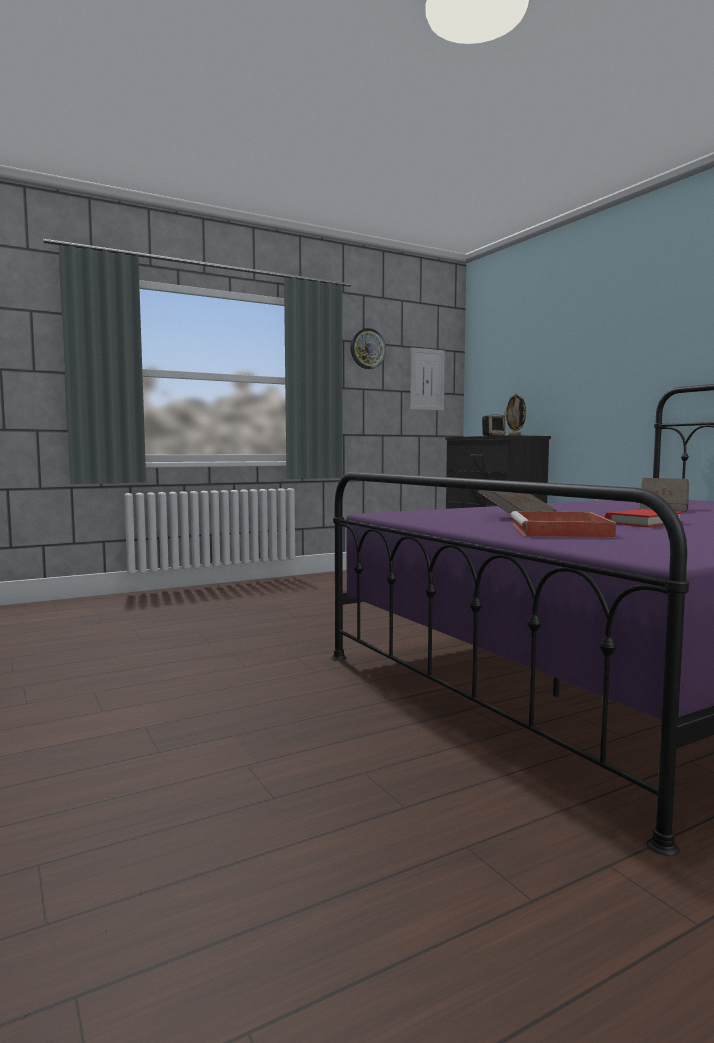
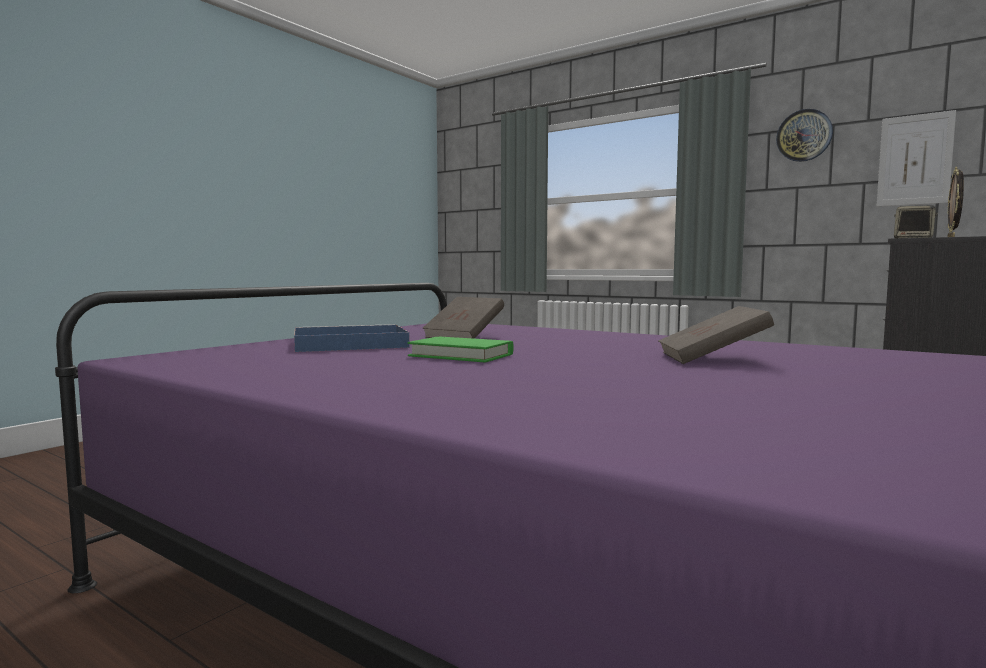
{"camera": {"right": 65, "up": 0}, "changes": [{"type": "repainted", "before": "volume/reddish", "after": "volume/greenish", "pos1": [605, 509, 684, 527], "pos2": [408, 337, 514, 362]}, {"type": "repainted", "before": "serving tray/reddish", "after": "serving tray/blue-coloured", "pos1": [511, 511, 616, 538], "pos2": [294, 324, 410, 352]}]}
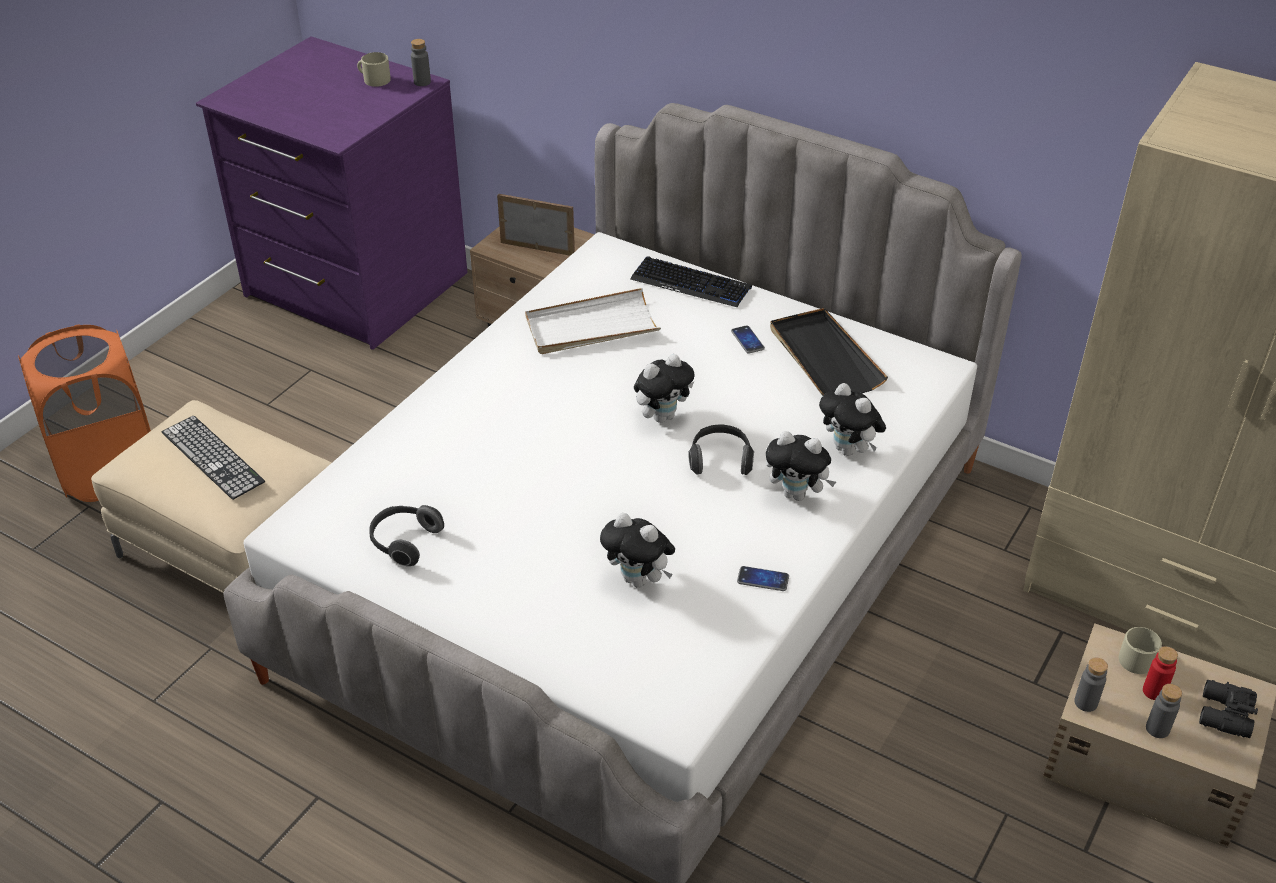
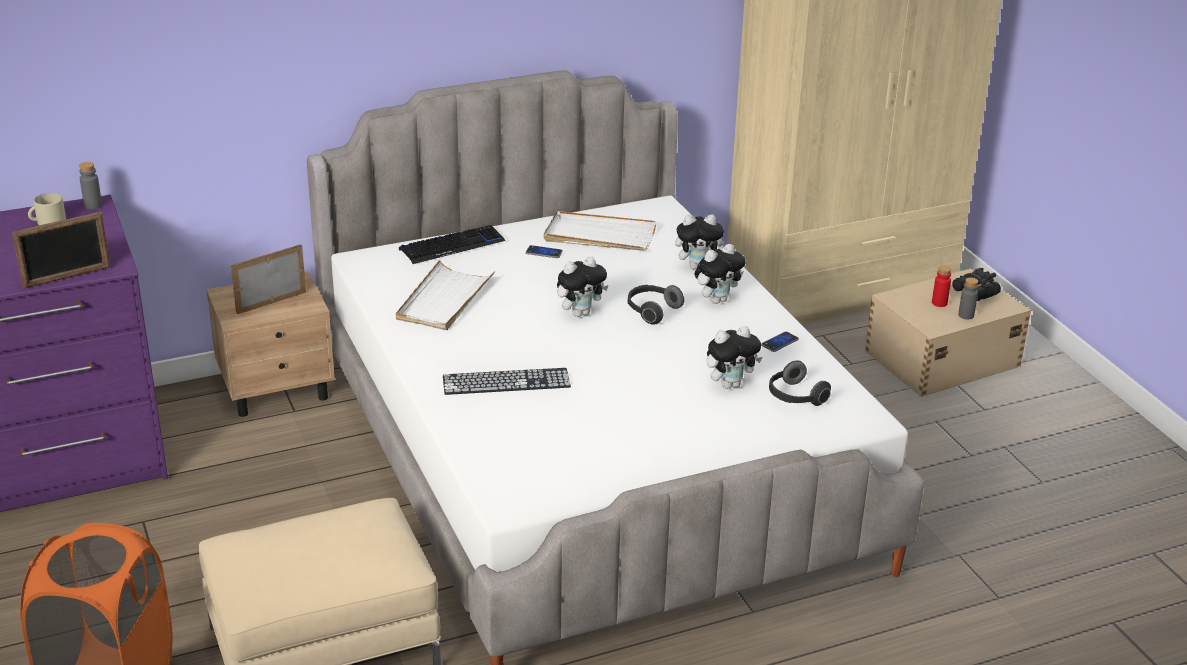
{"camera": {"right": -55, "up": -10}, "changes": [{"type": "repainted", "before": "serving tray/black", "after": "serving tray/whitish", "pos1": [770, 308, 888, 396], "pos2": [544, 211, 657, 251]}, {"type": "rotated", "before": "plush toy", "pos1": [634, 354, 694, 423], "pos2": [557, 256, 609, 317], "turn": 60}, {"type": "shifted", "before": "keyboard", "pos1": [162, 415, 265, 500], "pos2": [443, 368, 571, 395]}, {"type": "shifted", "before": "headphones", "pos1": [369, 505, 444, 566], "pos2": [769, 360, 831, 406]}, {"type": "gone", "before": "tea mug/sand-coloured", "pos1": [1119, 627, 1162, 674]}, {"type": "gone", "before": "bottle/greyish", "pos1": [1074, 658, 1108, 712]}, {"type": "new", "after": "standing frame", "pos2": [12, 212, 110, 289]}]}
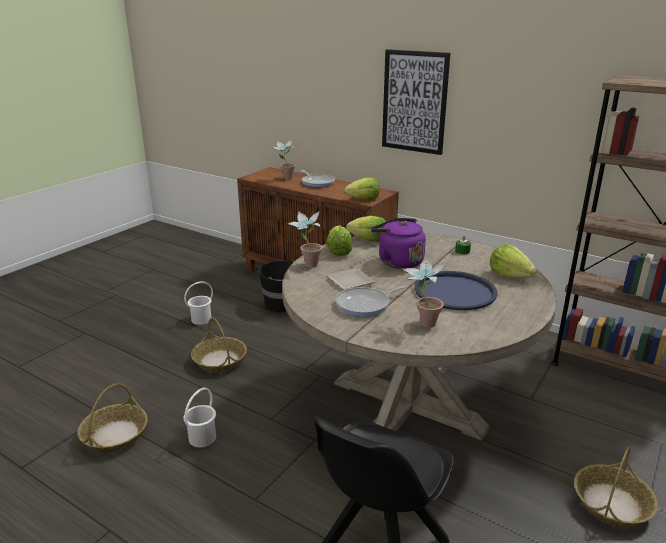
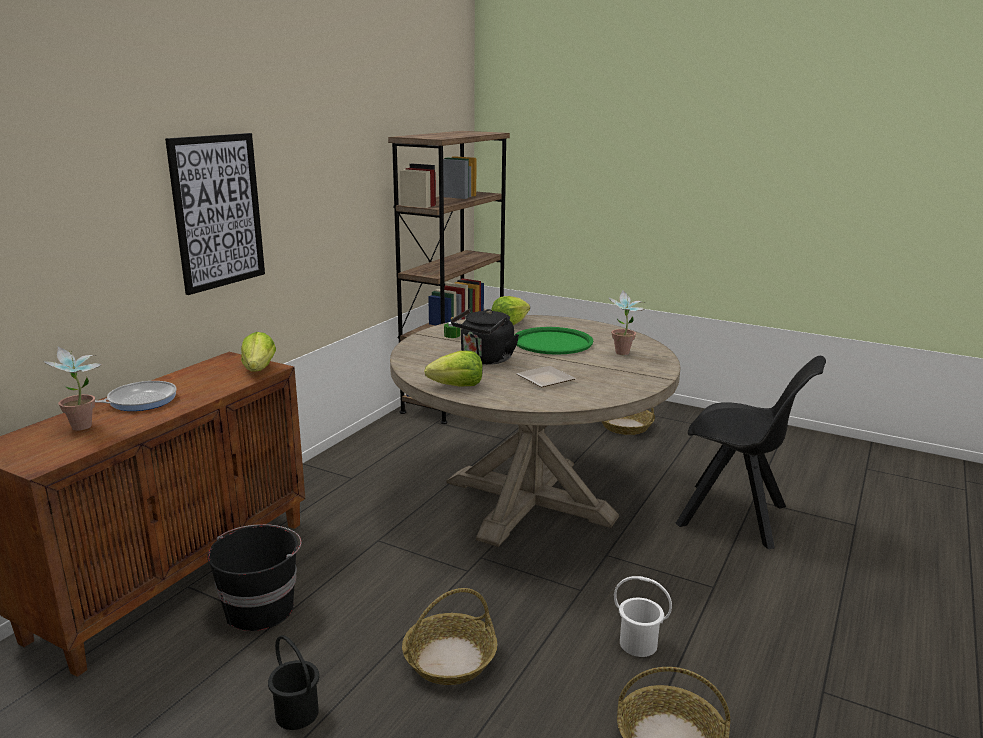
{"camera": {"right": -95, "up": -5}, "changes": [{"type": "gone", "before": "houseplant", "pos1": [288, 211, 322, 268]}, {"type": "gone", "before": "lettuce", "pos1": [346, 216, 386, 242]}, {"type": "repainted", "before": "kettle/purple", "after": "kettle/black", "pos1": [371, 218, 426, 269], "pos2": [451, 309, 519, 365]}, {"type": "repainted", "before": "serving tray/blue-coloured", "after": "serving tray/greenish", "pos1": [414, 271, 498, 310], "pos2": [514, 327, 593, 355]}, {"type": "repainted", "before": "water bucket/whitish", "after": "water bucket/black", "pos1": [184, 281, 213, 325], "pos2": [268, 635, 319, 730]}, {"type": "gone", "before": "skillet", "pos1": [336, 285, 408, 317]}]}
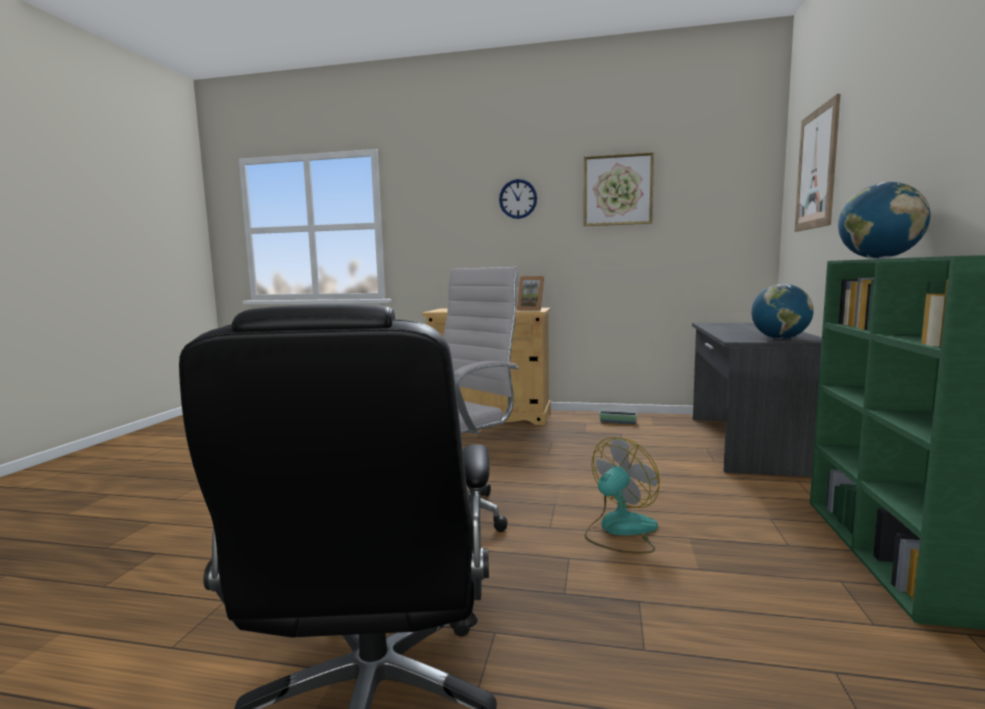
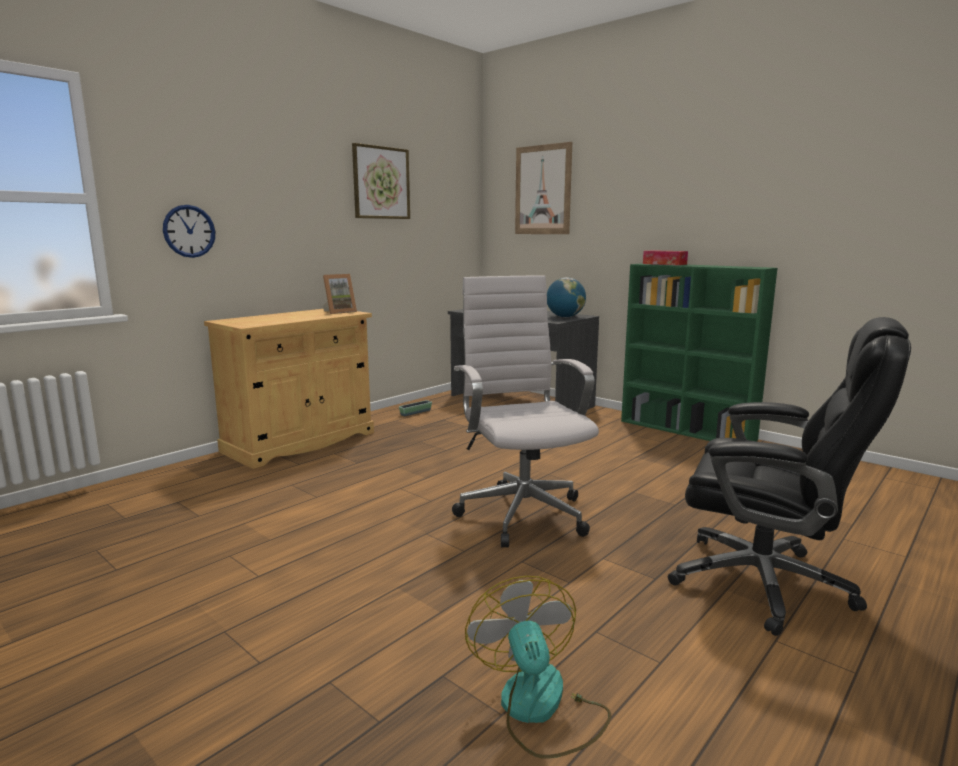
{"camera": {"right": -60, "up": 5}, "changes": [{"type": "shifted", "before": "wall clock", "pos1": [499, 179, 537, 219], "pos2": [163, 205, 216, 258]}, {"type": "swapped", "before": "world globe", "after": "box of tissues", "pos1": [838, 182, 930, 259], "pos2": [643, 250, 688, 265]}, {"type": "shifted", "before": "fan", "pos1": [585, 437, 660, 554], "pos2": [465, 576, 611, 759]}]}
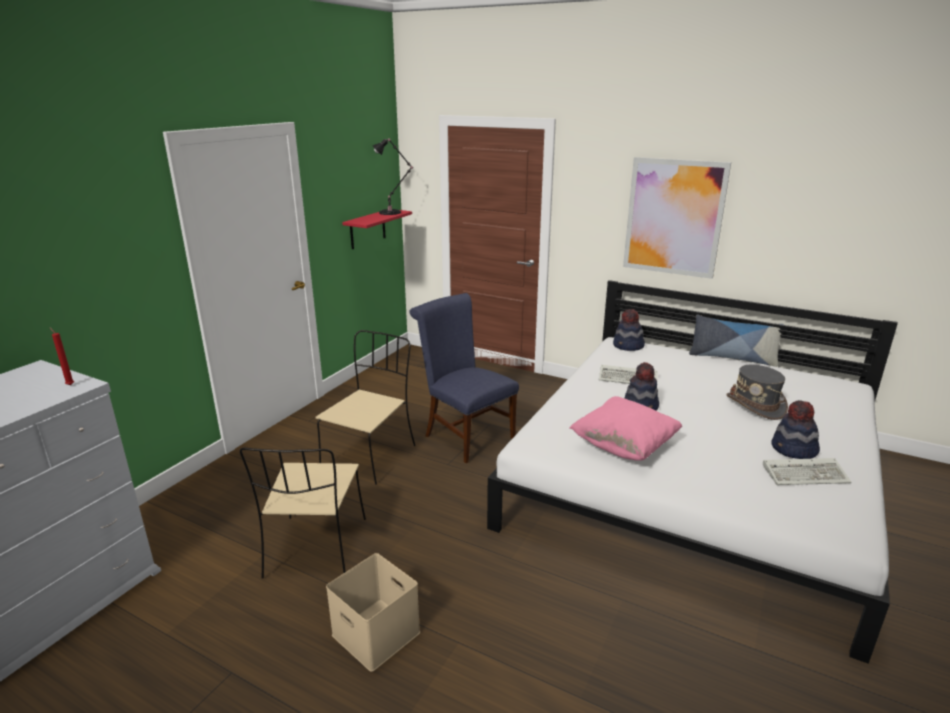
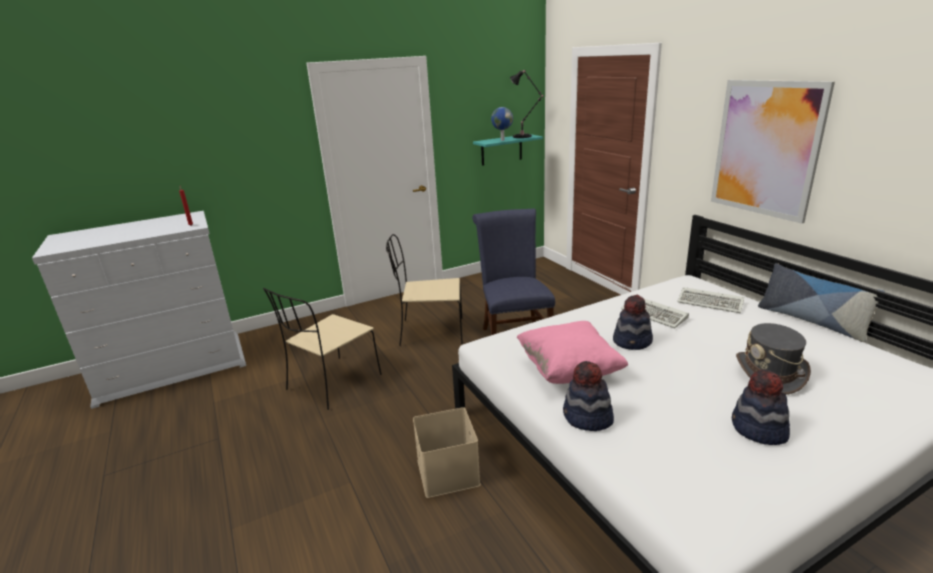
{"camera": {"right": 35, "up": 0}, "changes": [{"type": "repainted", "before": "bracket shelf/reddish", "after": "bracket shelf/turquoise", "pos1": [342, 210, 412, 249], "pos2": [473, 134, 543, 166]}, {"type": "shifted", "before": "hat", "pos1": [613, 309, 645, 351], "pos2": [563, 361, 614, 431]}, {"type": "rotated", "before": "plain chair/sand-coloured", "pos1": [316, 330, 415, 485], "pos2": [386, 234, 463, 346], "turn": -150}, {"type": "shifted", "before": "keyboard", "pos1": [763, 458, 851, 485], "pos2": [677, 287, 744, 313]}, {"type": "shifted", "before": "storage container/sand-coloured", "pos1": [326, 553, 420, 672], "pos2": [413, 407, 481, 498]}, {"type": "new", "after": "world globe", "pos2": [491, 107, 513, 141]}]}
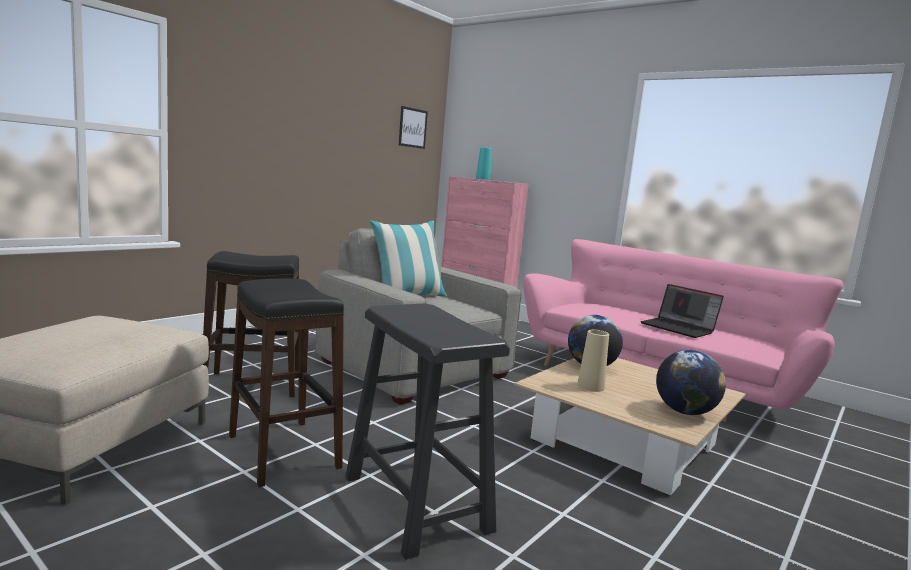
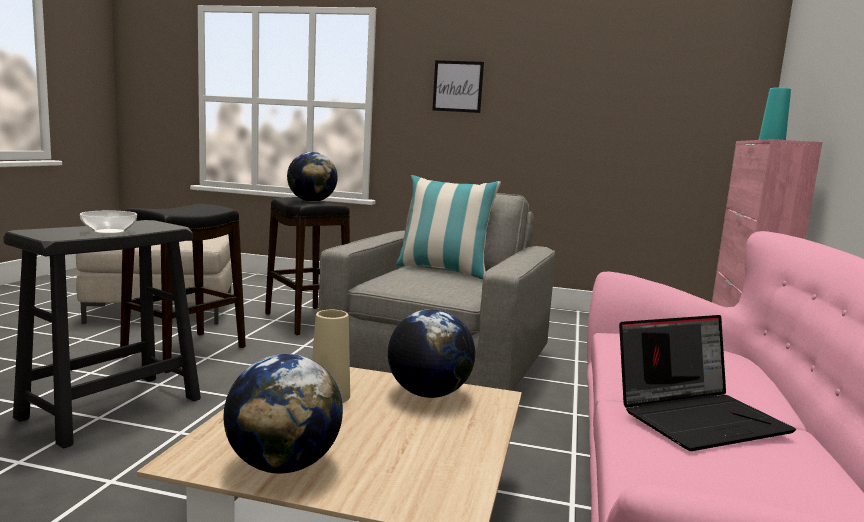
{"camera": {"right": 65, "up": 0}, "changes": [{"type": "shifted", "before": "wall picture", "pos1": [399, 106, 428, 149], "pos2": [432, 60, 484, 113]}, {"type": "rotated", "before": "notebook computer", "pos1": [640, 284, 724, 338], "pos2": [619, 315, 796, 451], "turn": -135}, {"type": "new", "after": "world globe", "pos2": [287, 152, 338, 202]}, {"type": "new", "after": "deep dish", "pos2": [80, 211, 137, 234]}]}
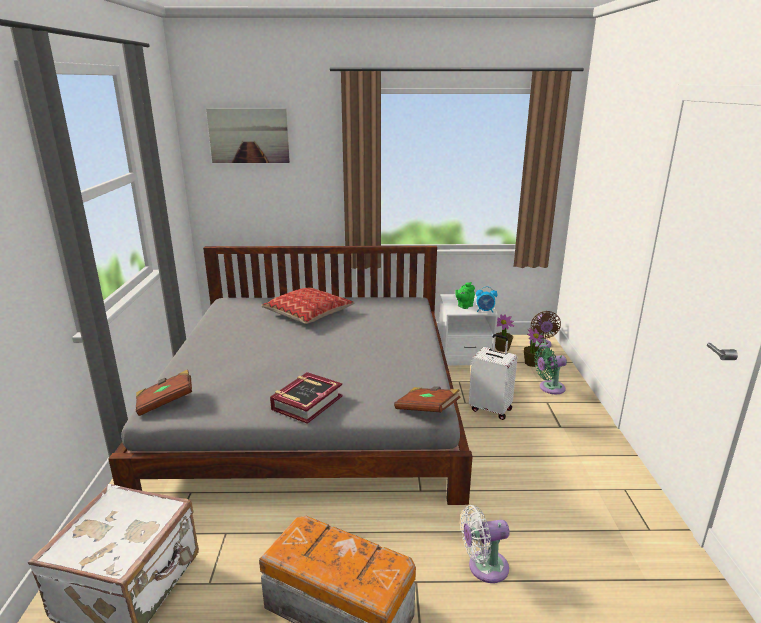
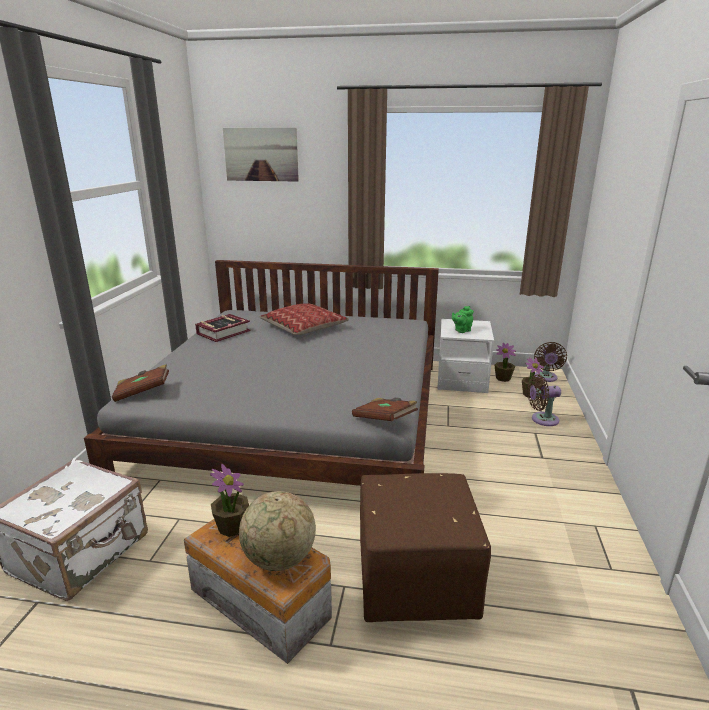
{"camera": {"right": 10, "up": 0}, "changes": [{"type": "gone", "before": "alarm clock", "pos1": [476, 286, 498, 312]}, {"type": "gone", "before": "piece of luggage/whitish", "pos1": [469, 334, 517, 420]}, {"type": "repainted", "before": "fan/greenish", "after": "fan/brown", "pos1": [534, 346, 567, 394], "pos2": [527, 375, 561, 426]}, {"type": "shifted", "before": "volume", "pos1": [270, 372, 343, 424], "pos2": [195, 314, 250, 342]}, {"type": "swapped", "before": "fan/whitish", "after": "footrest/brown", "pos1": [461, 505, 510, 583], "pos2": [360, 473, 491, 622]}, {"type": "new", "after": "houseplant", "pos2": [210, 464, 249, 537]}, {"type": "new", "after": "world globe", "pos2": [239, 491, 316, 571]}]}
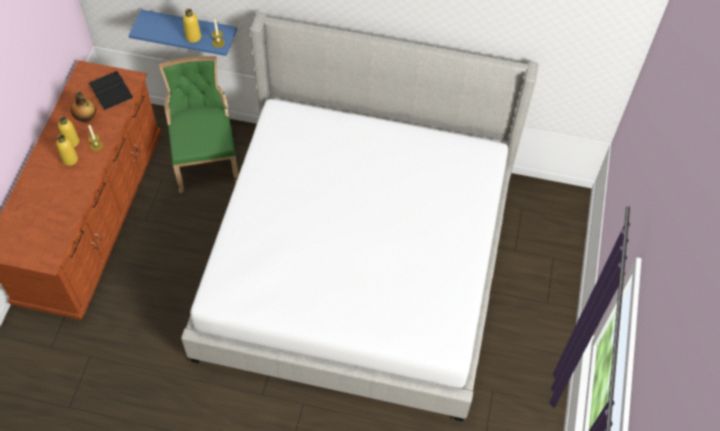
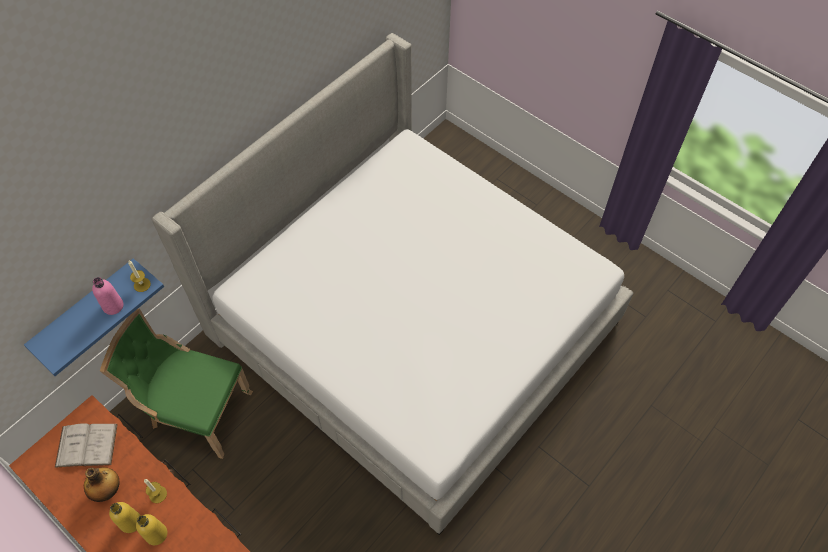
{"camera": {"right": -60, "up": 0}, "changes": [{"type": "repainted", "before": "bottle/yellowish", "after": "bottle/pinkish", "pos1": [183, 9, 201, 43], "pos2": [92, 277, 123, 315]}, {"type": "repainted", "before": "volume/black", "after": "volume/whitish", "pos1": [88, 71, 134, 110], "pos2": [55, 423, 118, 468]}]}
